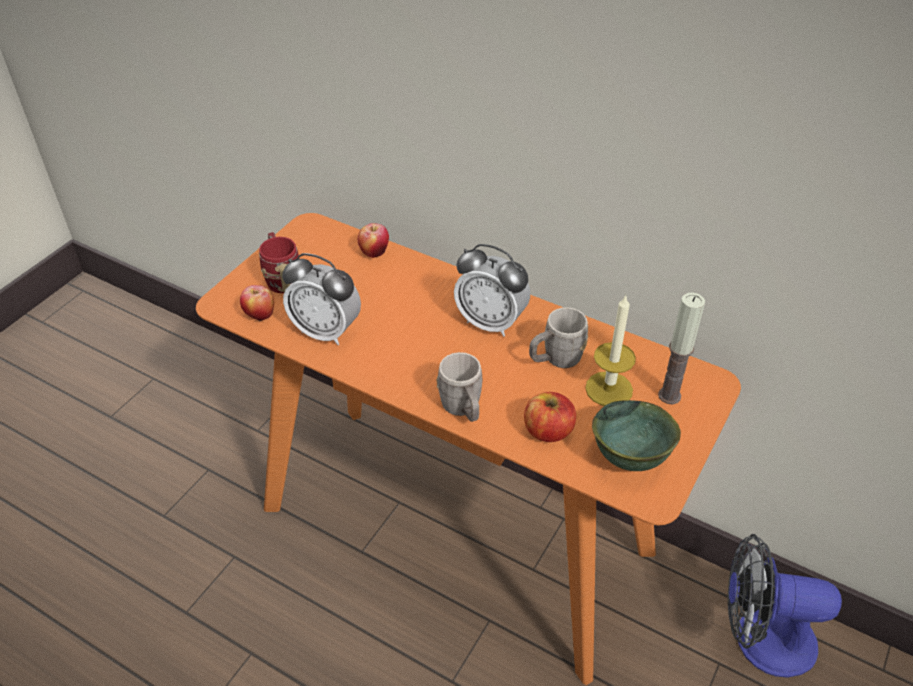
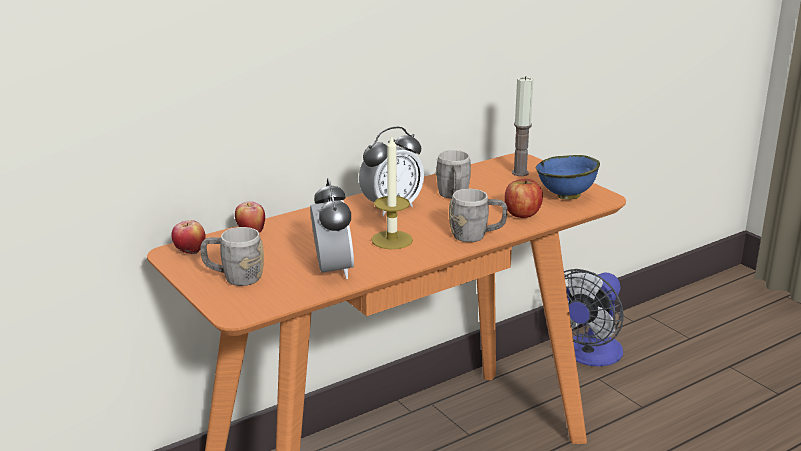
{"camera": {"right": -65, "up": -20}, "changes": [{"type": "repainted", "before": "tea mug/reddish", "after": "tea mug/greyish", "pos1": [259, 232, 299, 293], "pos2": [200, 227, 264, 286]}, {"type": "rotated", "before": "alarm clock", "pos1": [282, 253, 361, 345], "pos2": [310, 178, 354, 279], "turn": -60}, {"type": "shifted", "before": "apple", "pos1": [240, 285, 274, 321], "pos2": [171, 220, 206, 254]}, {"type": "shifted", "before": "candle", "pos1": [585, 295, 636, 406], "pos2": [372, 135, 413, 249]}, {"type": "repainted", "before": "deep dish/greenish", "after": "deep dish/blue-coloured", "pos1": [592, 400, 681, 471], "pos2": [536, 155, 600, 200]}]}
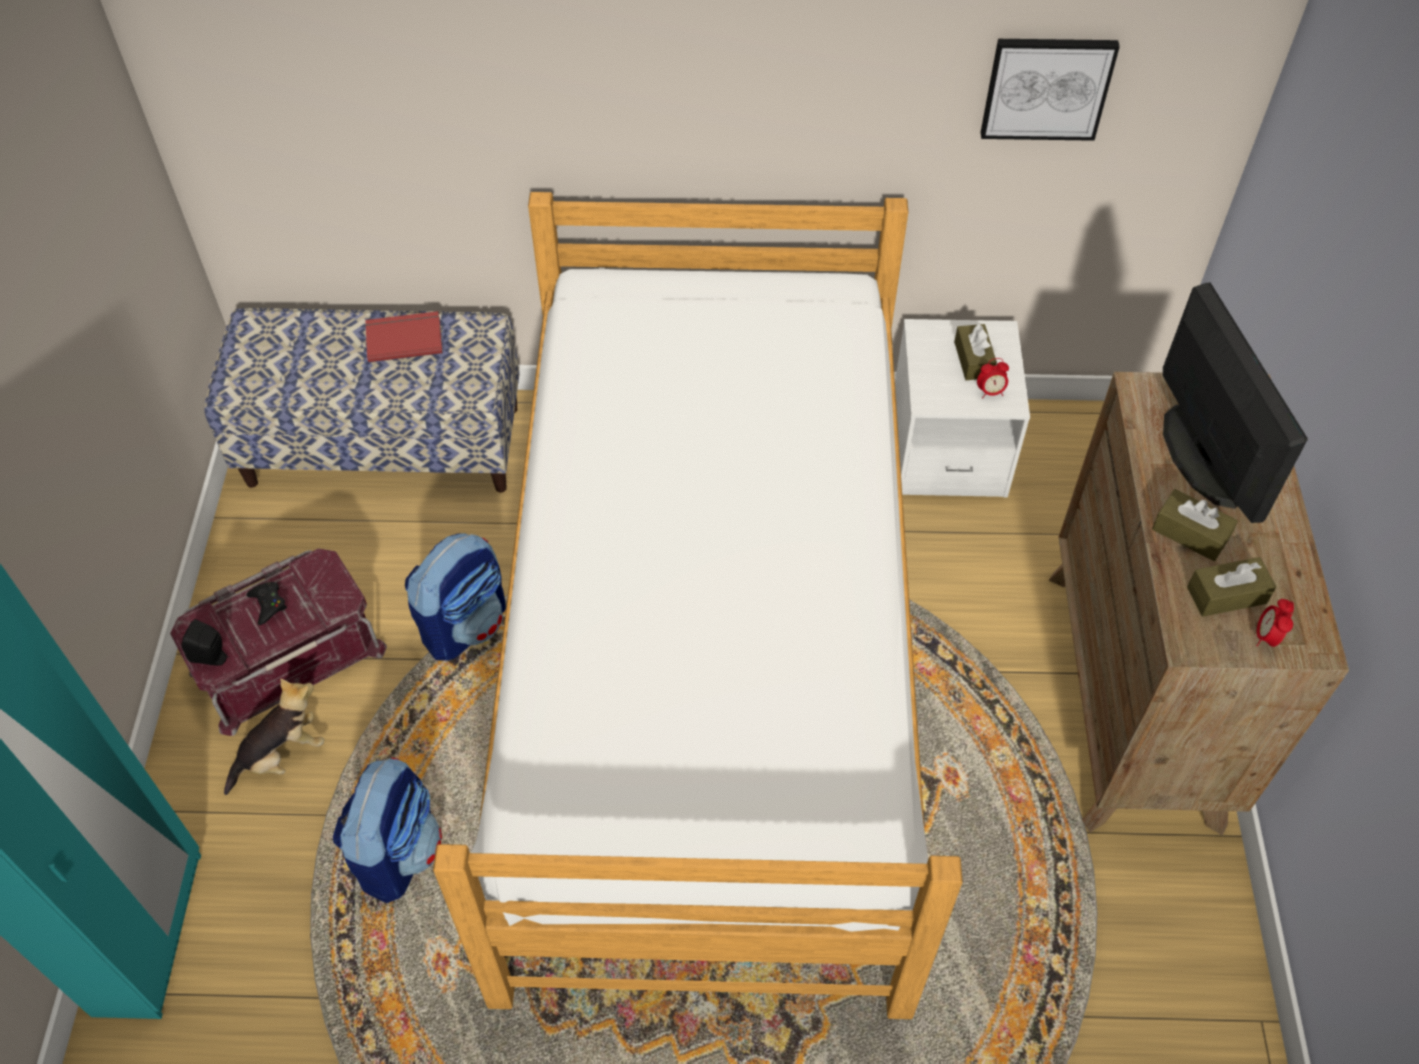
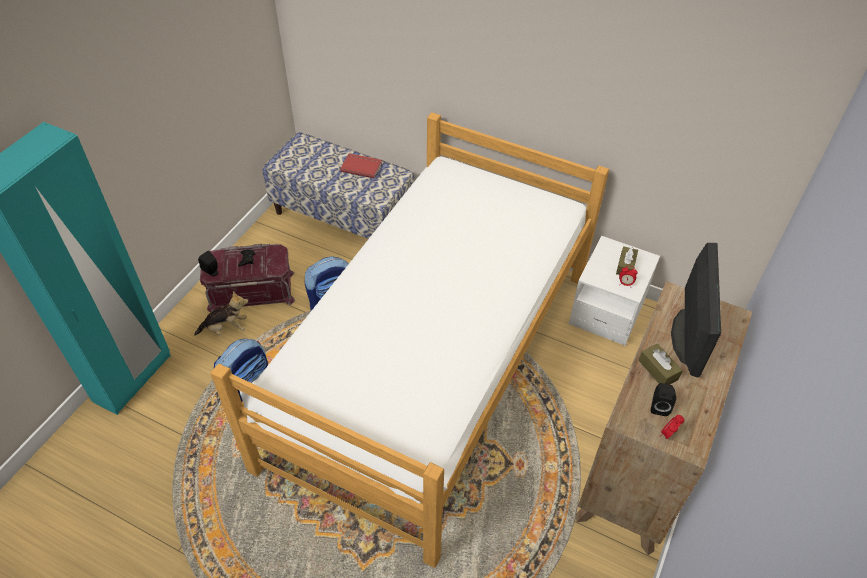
{"camera": {"right": 25, "up": -5}, "changes": [{"type": "gone", "before": "wall picture", "pos1": [981, 39, 1120, 141]}, {"type": "swapped", "before": "box of tissues/brown", "after": "audio speaker/black", "pos1": [1187, 557, 1276, 617], "pos2": [651, 383, 676, 416]}]}
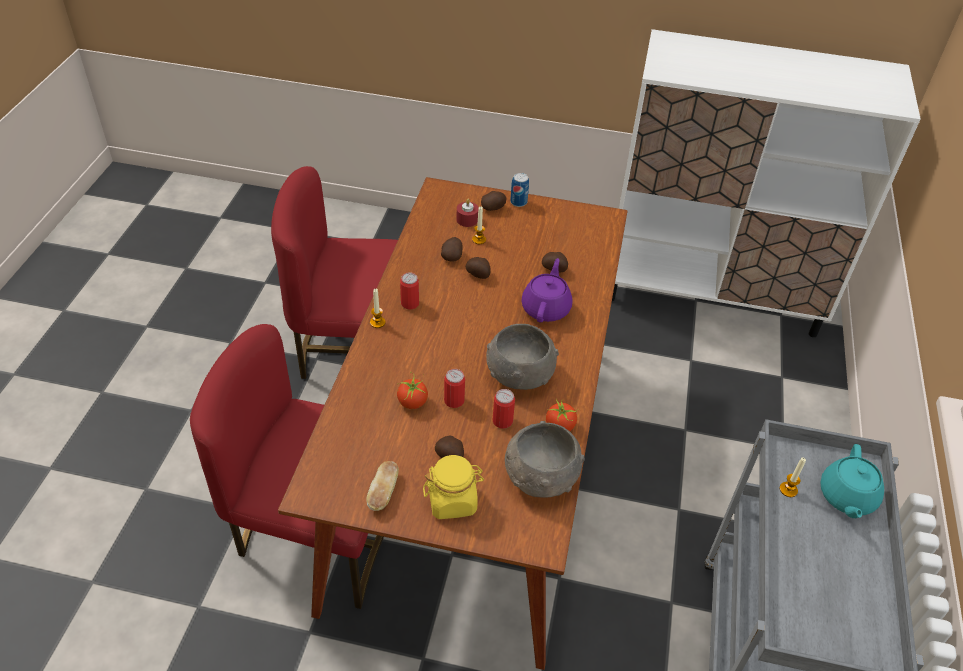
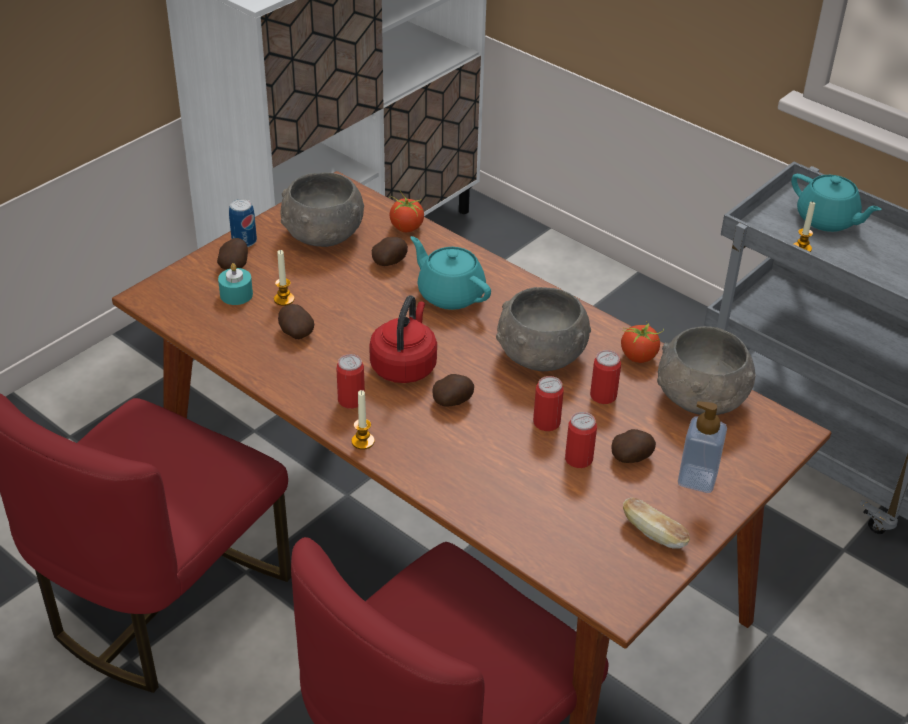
{"camera": {"right": -60, "up": -5}, "changes": [{"type": "repainted", "before": "candle/reddish", "after": "candle/turquoise", "pos1": [456, 199, 479, 227], "pos2": [218, 263, 253, 305]}, {"type": "shifted", "before": "potato", "pos1": [466, 257, 491, 279], "pos2": [432, 374, 474, 407]}, {"type": "repainted", "before": "pot for tea/purple", "after": "pot for tea/turquoise", "pos1": [521, 258, 573, 322], "pos2": [410, 236, 491, 310]}, {"type": "shifted", "before": "whole tomato", "pos1": [397, 372, 428, 409], "pos2": [389, 191, 424, 232]}, {"type": "swapped", "before": "storage jar/yellowish", "after": "soap dispenser", "pos1": [423, 455, 484, 519], "pos2": [678, 401, 727, 493]}, {"type": "new", "after": "deep dish/greyish", "pos2": [281, 172, 364, 247]}, {"type": "new", "after": "kettle/reddish", "pos2": [369, 296, 437, 383]}, {"type": "new", "after": "can", "pos2": [565, 412, 597, 468]}]}
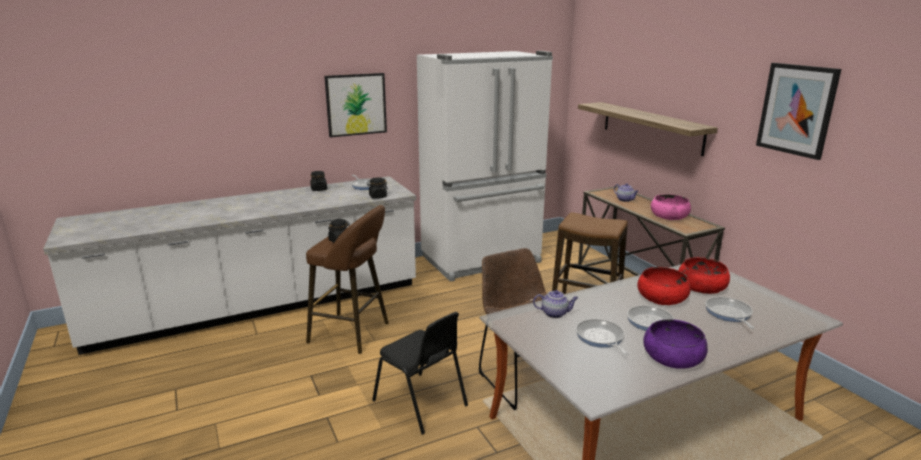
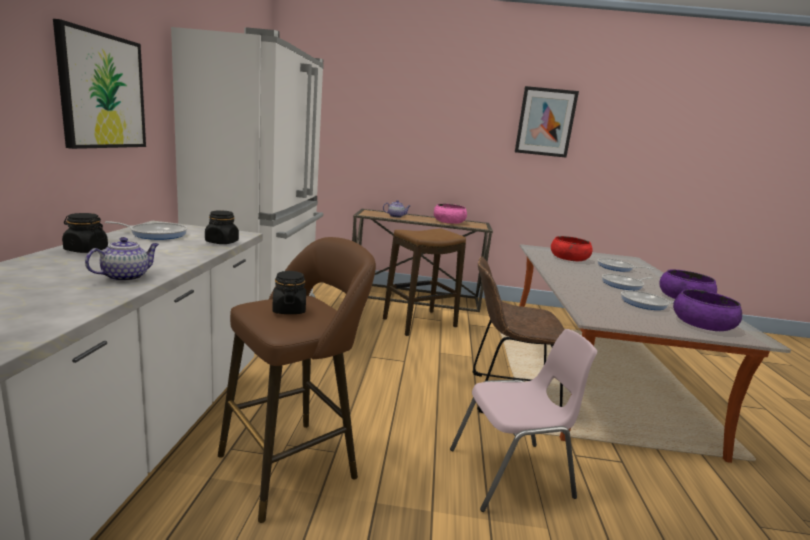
{"camera": {"right": -60, "up": -5}, "changes": [{"type": "gone", "before": "bracket shelf", "pos1": [578, 102, 718, 156]}, {"type": "gone", "before": "deep dish/reddish", "pos1": [637, 267, 691, 305]}, {"type": "shifted", "before": "pot for tea", "pos1": [533, 290, 578, 318], "pos2": [85, 237, 159, 282]}, {"type": "repainted", "before": "plain chair/black", "after": "plain chair/pinkish", "pos1": [372, 312, 468, 435], "pos2": [450, 329, 597, 512]}, {"type": "new", "after": "deep dish/purple", "pos2": [673, 290, 742, 331]}]}
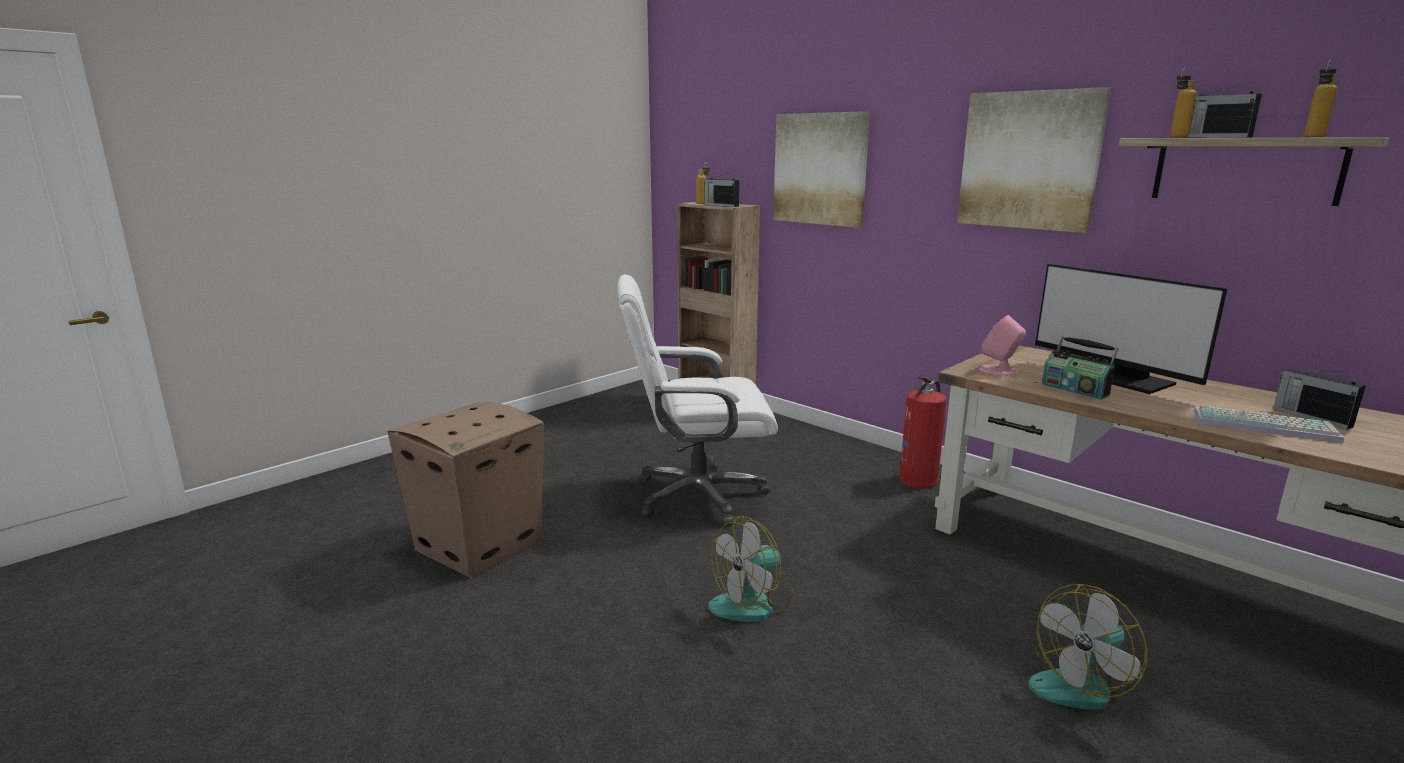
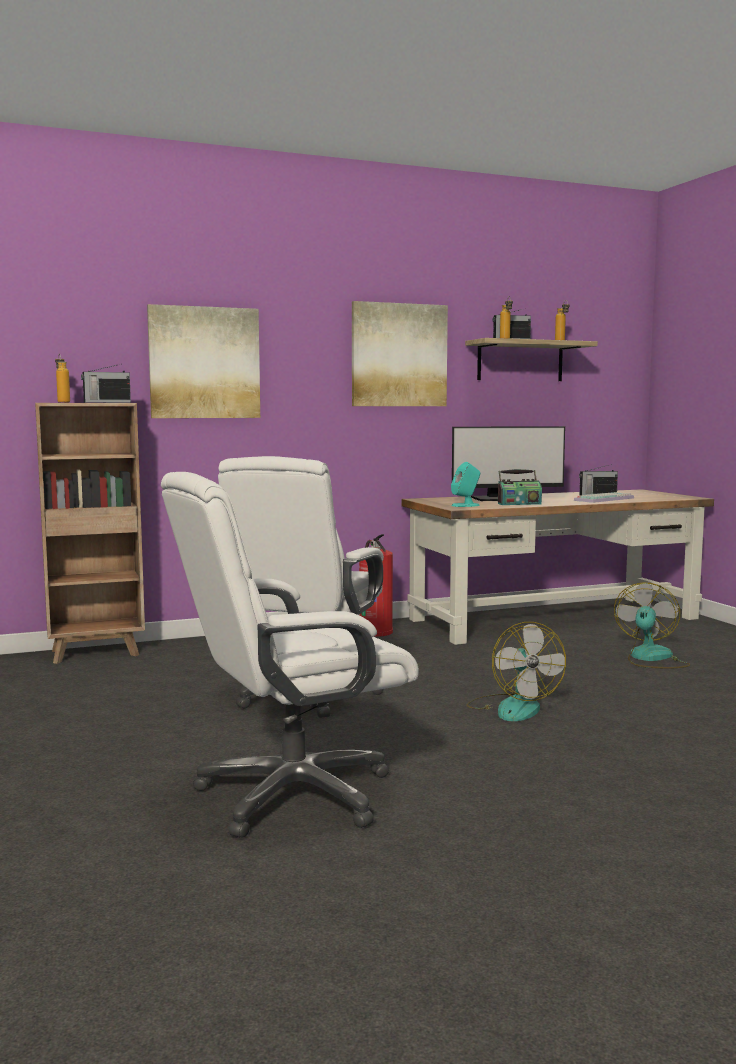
{"camera": {"right": -65, "up": -10}, "changes": [{"type": "repainted", "before": "audio speaker/pinkish", "after": "audio speaker/turquoise", "pos1": [979, 315, 1026, 376], "pos2": [451, 462, 480, 507]}, {"type": "swapped", "before": "cardboard box", "after": "computer chair/whitish", "pos1": [387, 402, 544, 579], "pos2": [161, 472, 419, 838]}, {"type": "rotated", "before": "fan", "pos1": [1028, 584, 1148, 710], "pos2": [614, 583, 690, 669], "turn": -150}]}
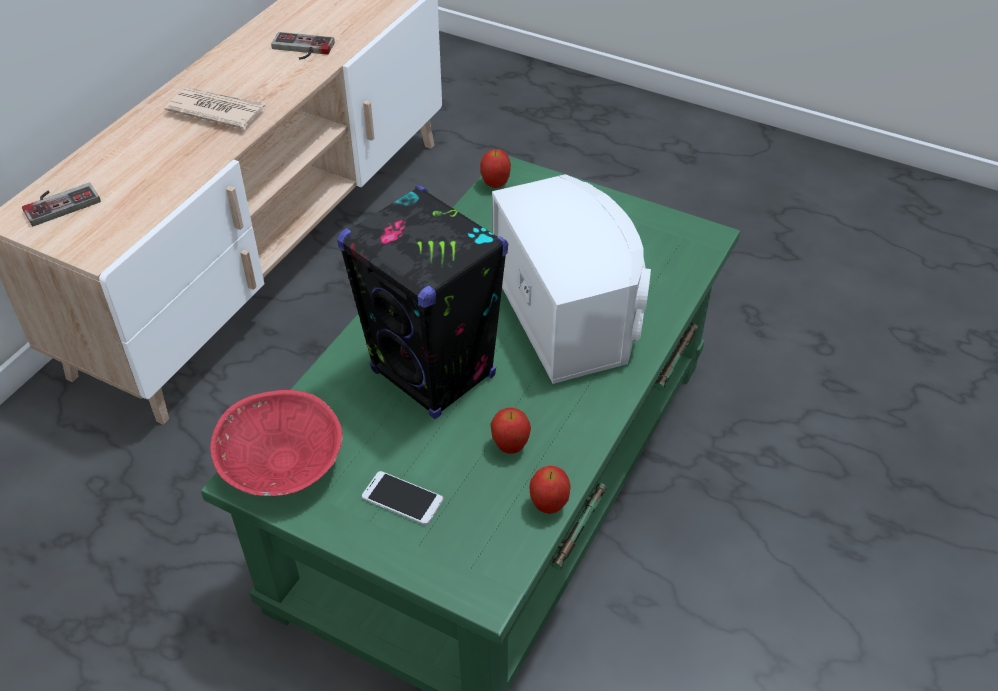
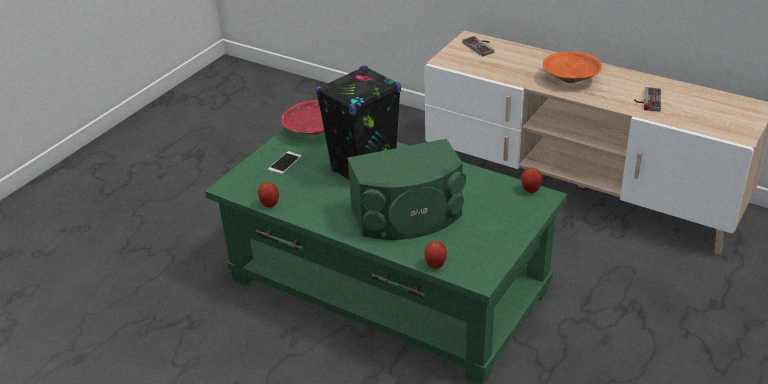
{"camera": {"right": 95, "up": -10}, "changes": [{"type": "swapped", "before": "printed paper", "after": "deep dish/orange-coloured", "pos1": [165, 88, 266, 129], "pos2": [543, 51, 602, 83]}, {"type": "repainted", "before": "audio speaker/whitish", "after": "audio speaker/greenish", "pos1": [492, 174, 651, 384], "pos2": [347, 139, 466, 240]}, {"type": "shifted", "before": "apple", "pos1": [490, 408, 531, 454], "pos2": [424, 241, 447, 269]}]}
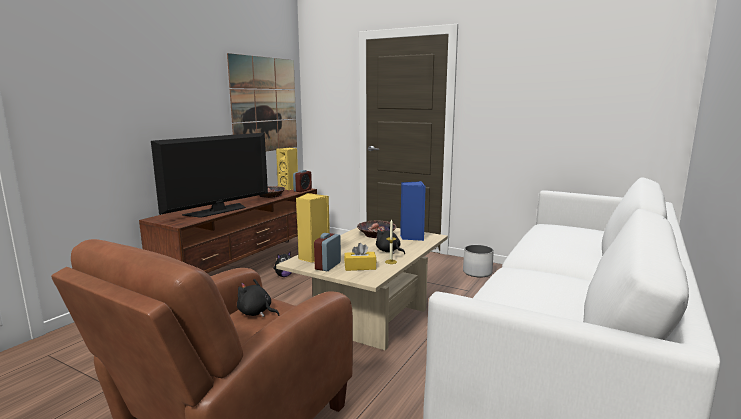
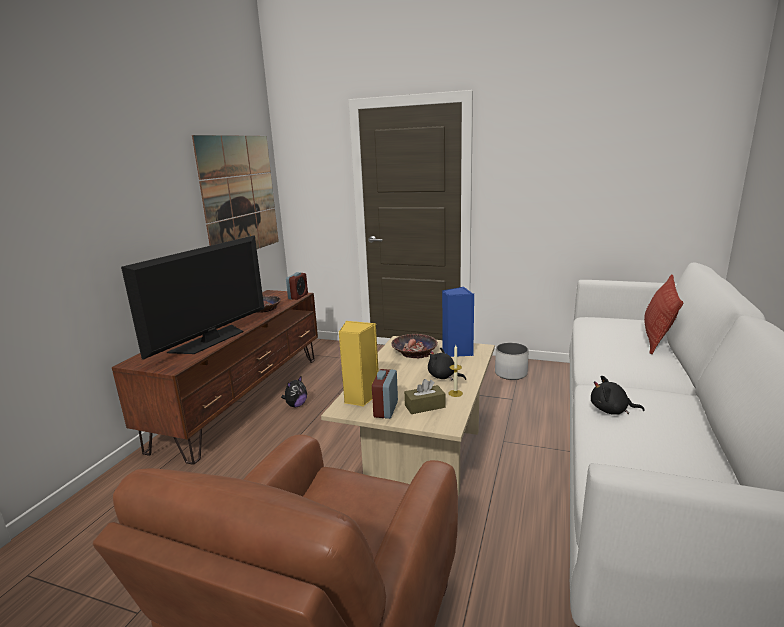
{"camera": {"right": -10, "up": 5}, "changes": [{"type": "gone", "before": "audio speaker/yellowish", "pos1": [276, 148, 298, 190]}, {"type": "repainted", "before": "box of tissues/yellowish", "after": "box of tissues/brown", "pos1": [344, 243, 376, 271], "pos2": [404, 379, 445, 414]}, {"type": "shifted", "before": "plush toy/black", "pos1": [237, 279, 280, 317], "pos2": [591, 376, 645, 415]}, {"type": "new", "after": "pillow", "pos2": [644, 274, 683, 354]}]}
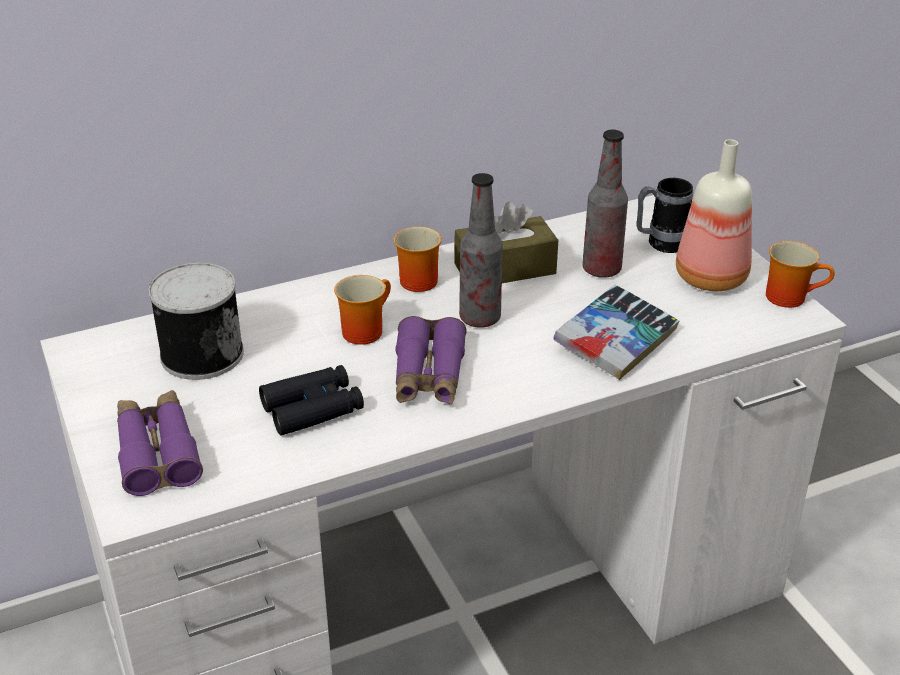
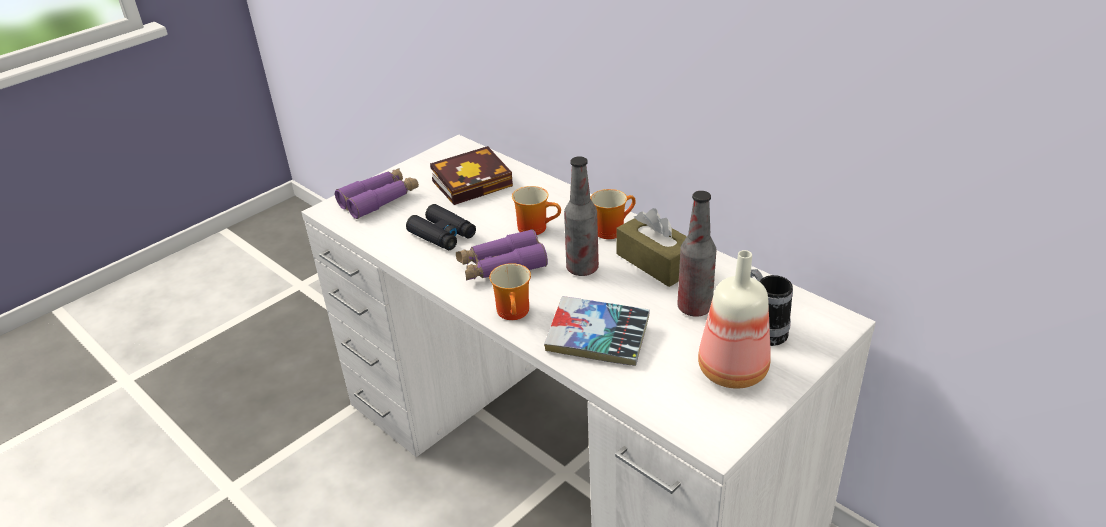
{"camera": {"right": 70, "up": 0}, "changes": [{"type": "shifted", "before": "tea mug", "pos1": [766, 241, 835, 308], "pos2": [489, 263, 531, 320]}, {"type": "swapped", "before": "can", "after": "volume", "pos1": [148, 263, 244, 380], "pos2": [430, 146, 513, 205]}]}
